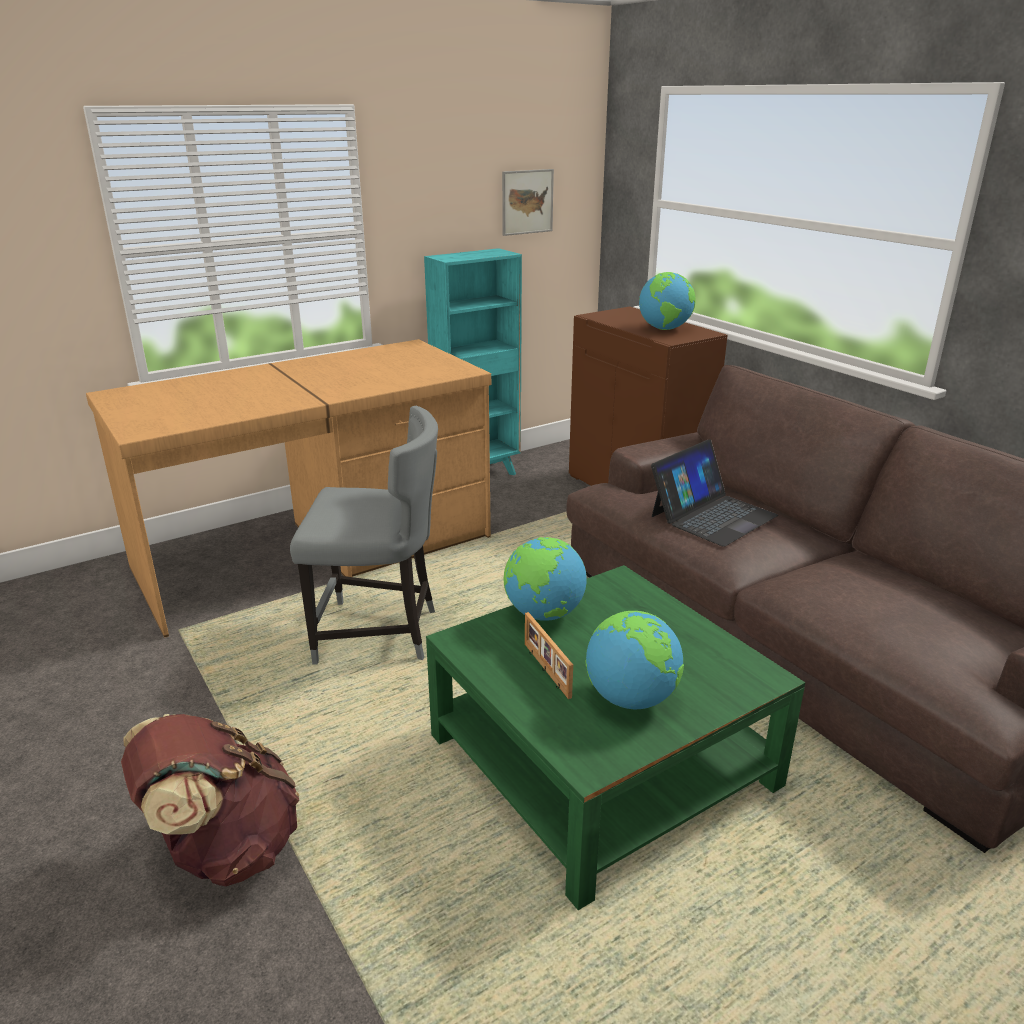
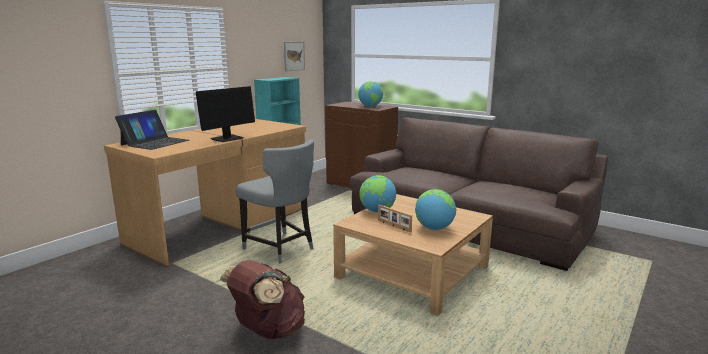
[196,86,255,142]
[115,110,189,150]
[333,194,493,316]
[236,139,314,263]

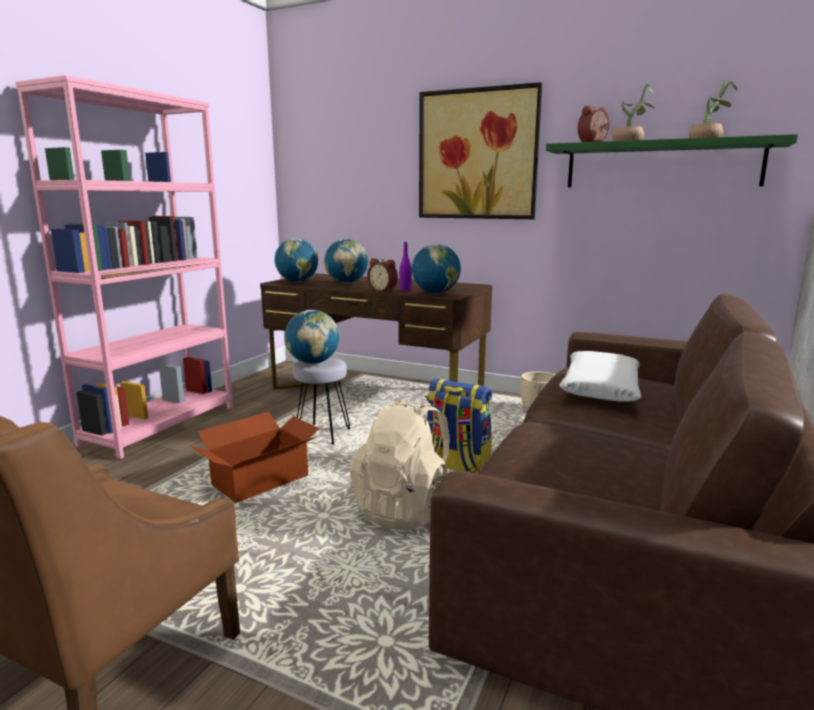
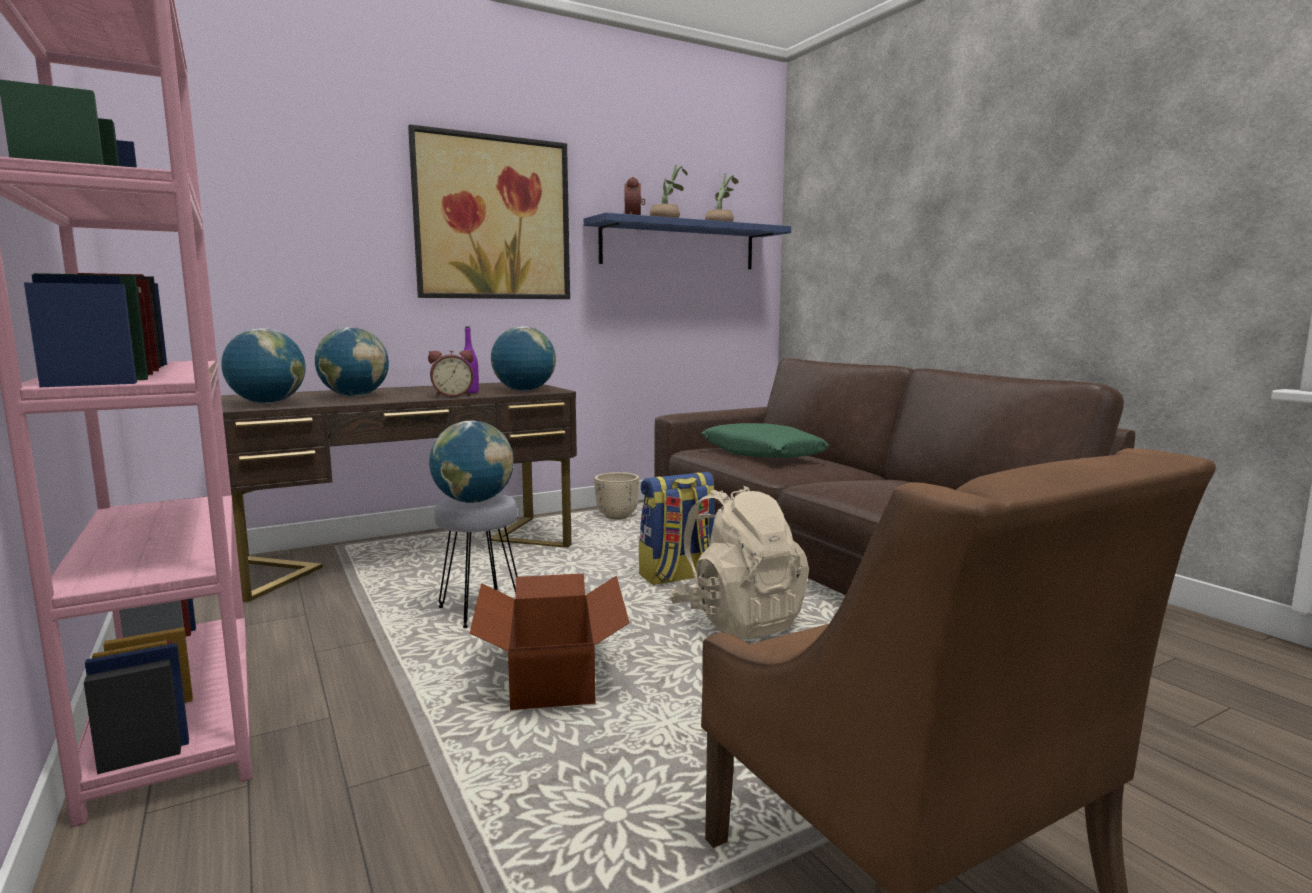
[584,212,791,269]
[701,423,830,458]

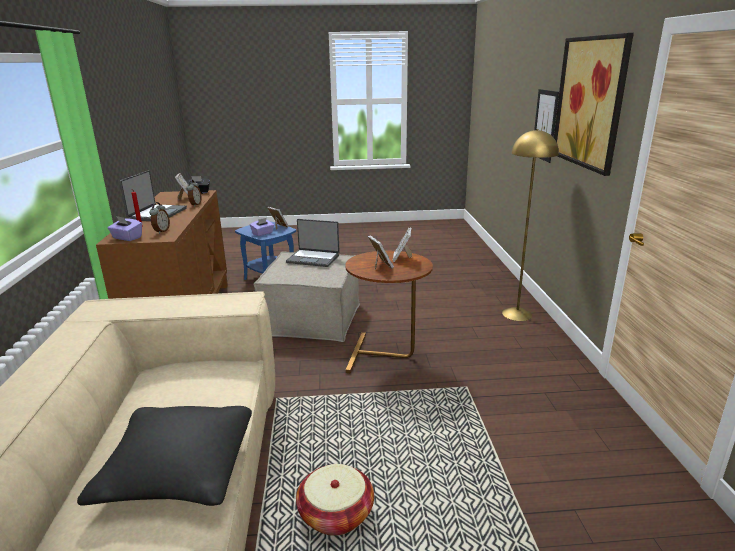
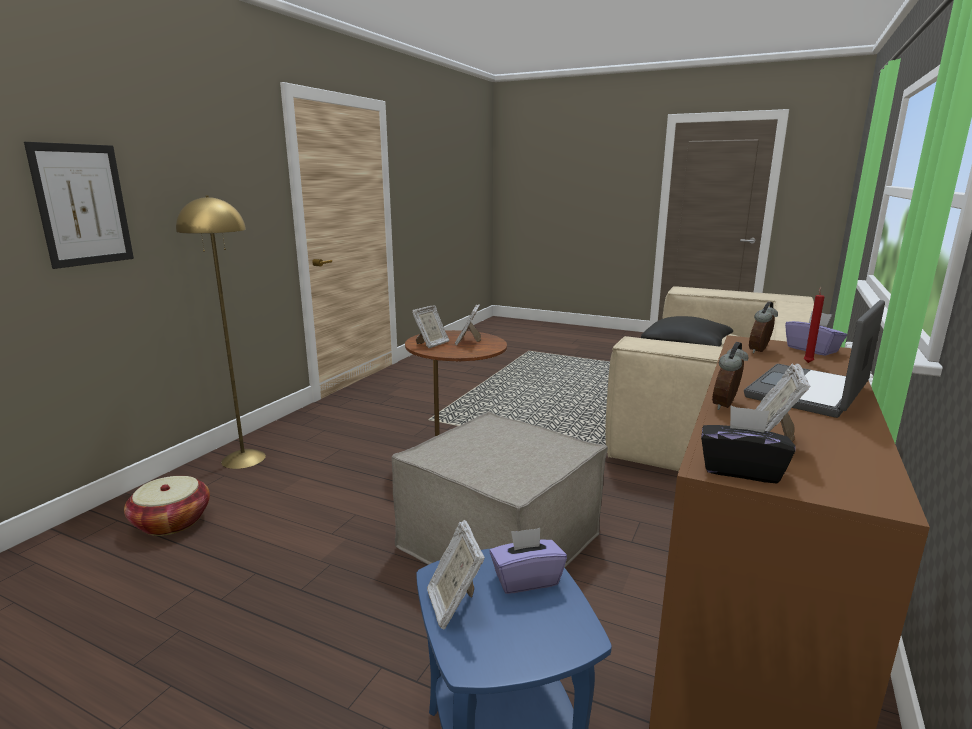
[286,219,340,267] (first image)
[554,33,634,176] (first image)
[124,476,210,536]

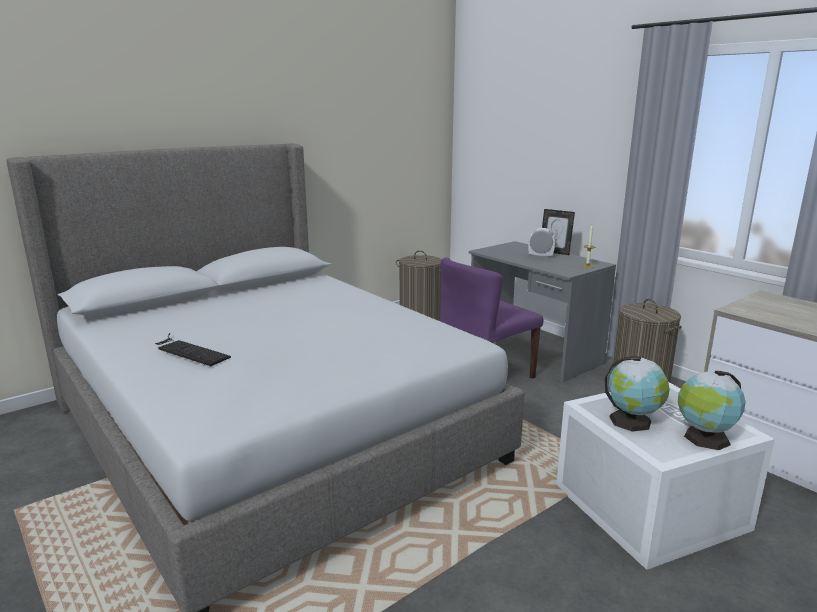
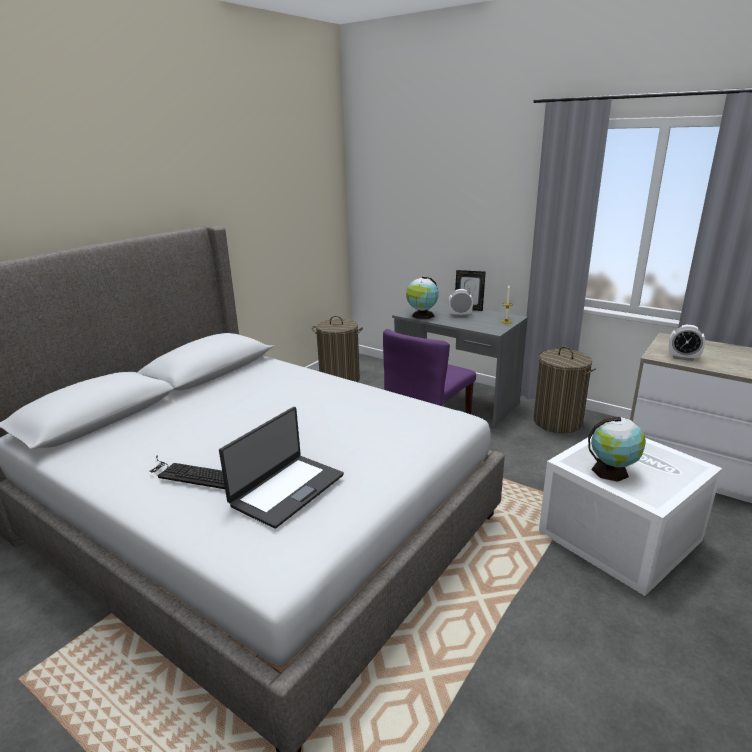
[219,407,344,529]
[669,325,705,361]
[406,277,438,319]

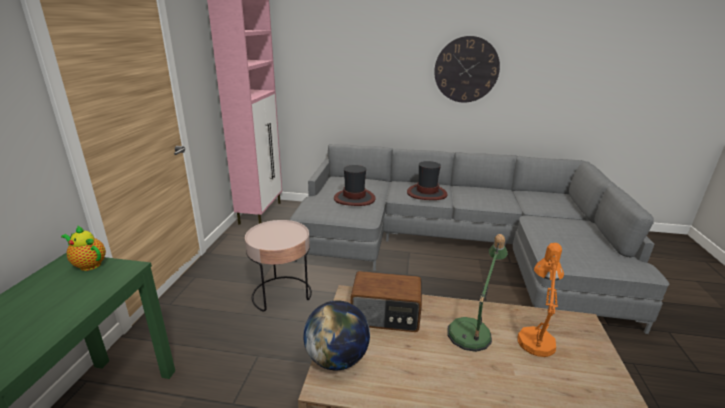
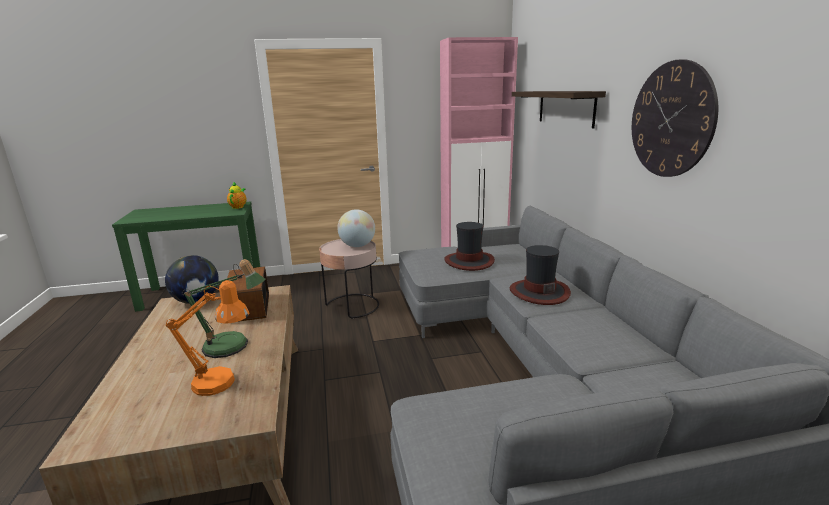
[337,209,375,247]
[512,91,606,129]

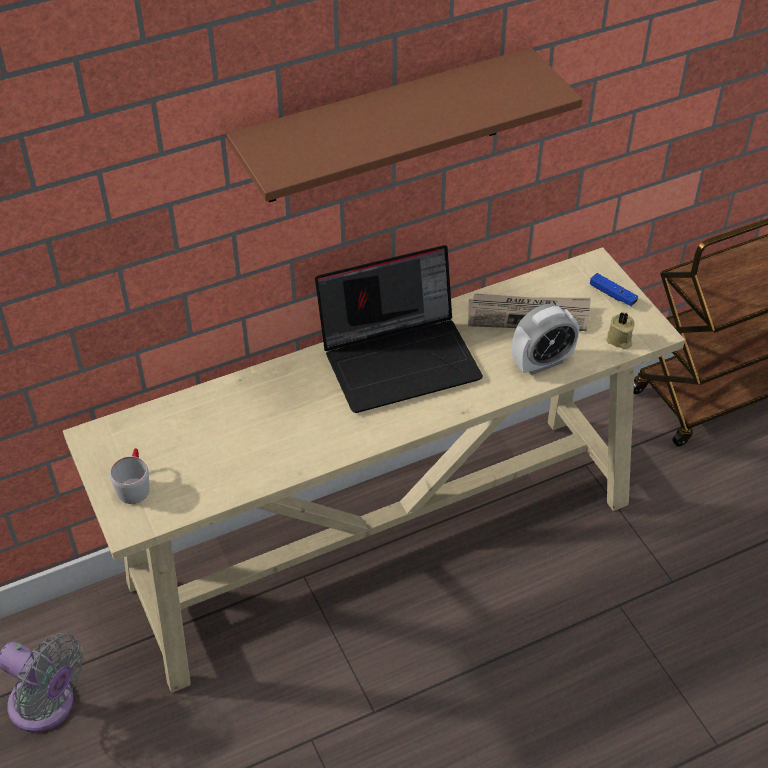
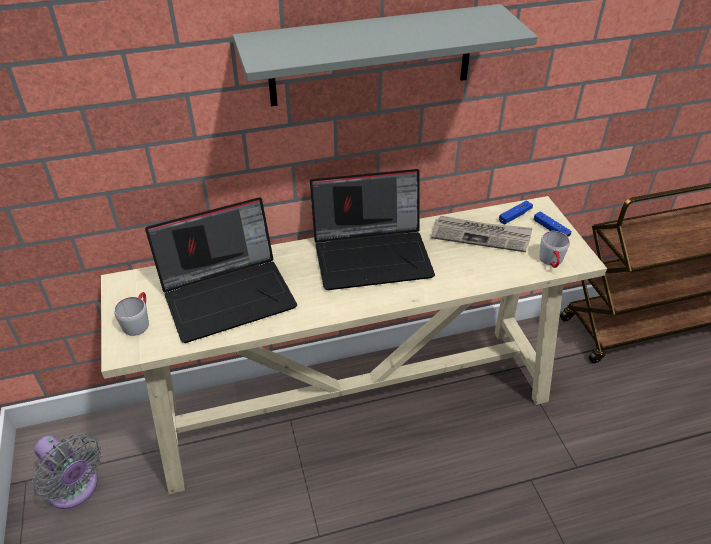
[512,304,579,375] (first image)
[145,197,297,343]
[499,200,533,224]
[539,231,570,268]
[233,4,538,106]

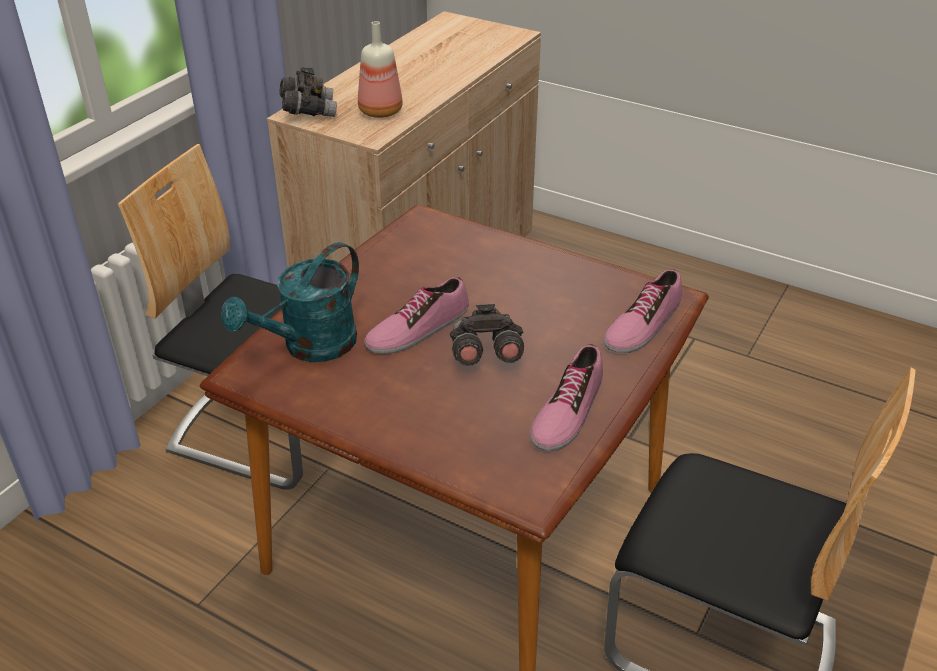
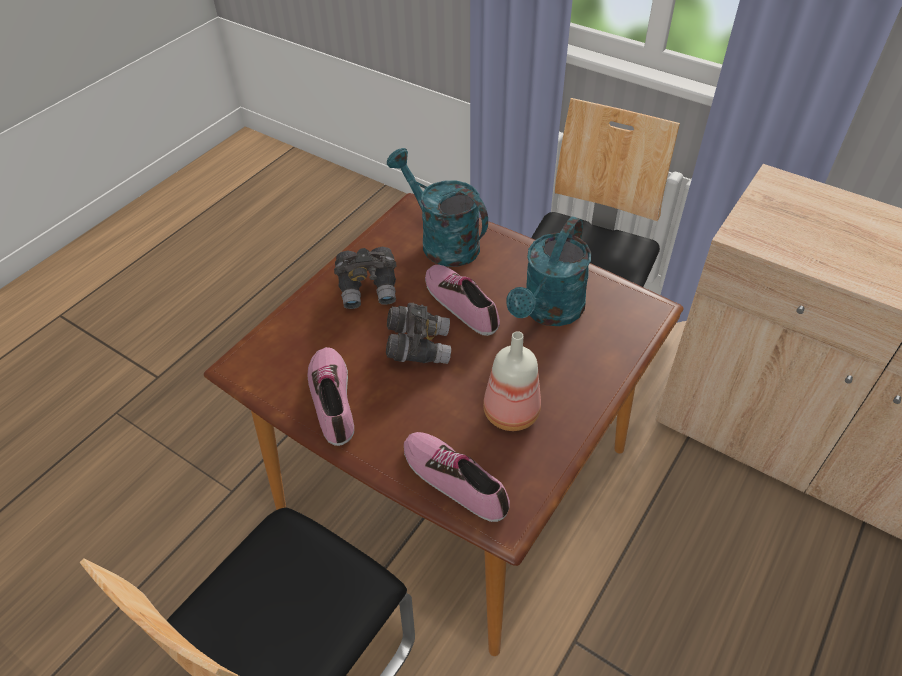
[506,216,591,326]
[334,247,397,309]
[483,331,541,431]
[307,347,354,446]

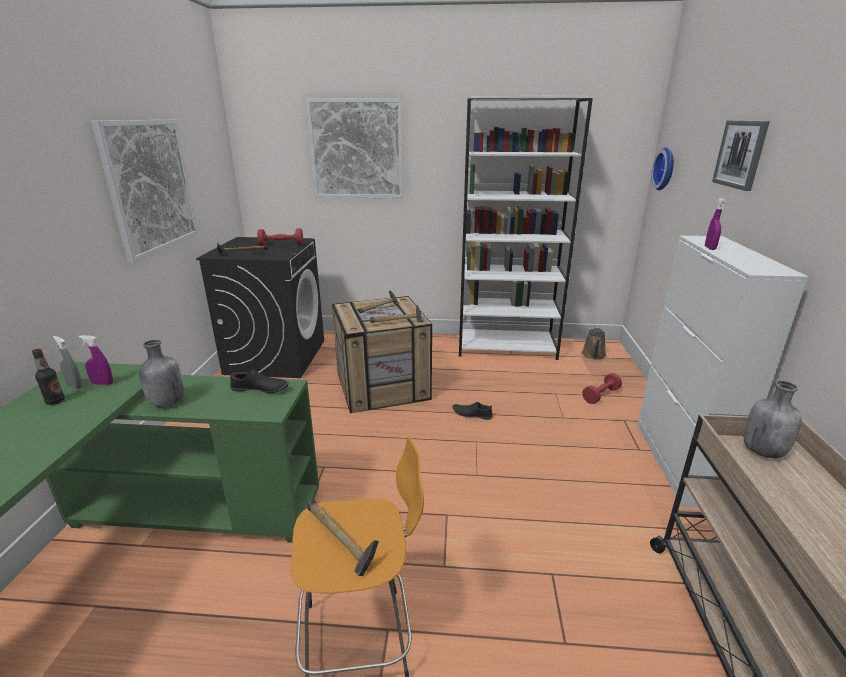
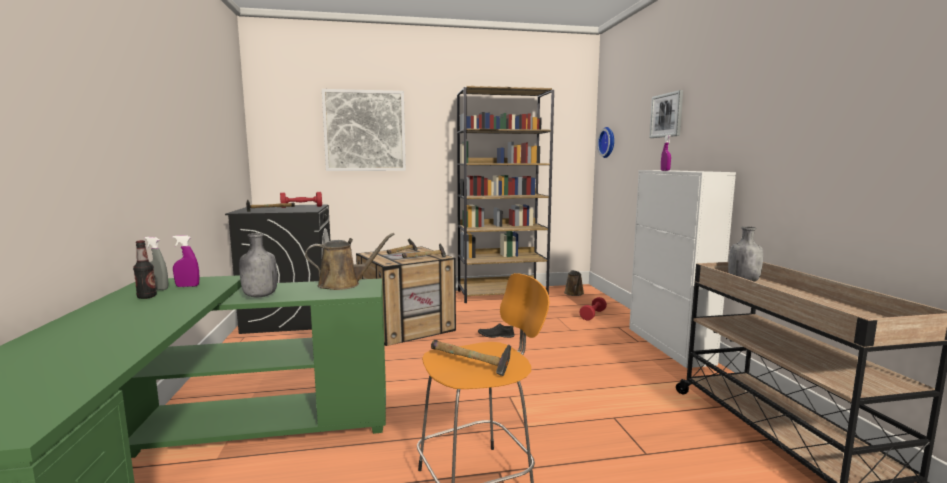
[91,120,198,262] (first image)
[305,233,395,290]
[457,86,554,303]

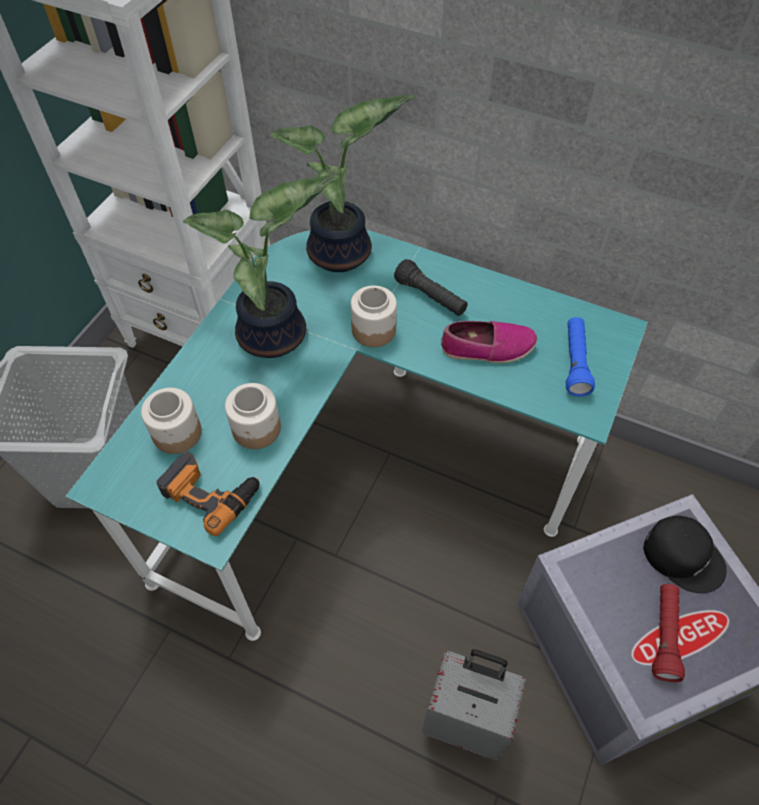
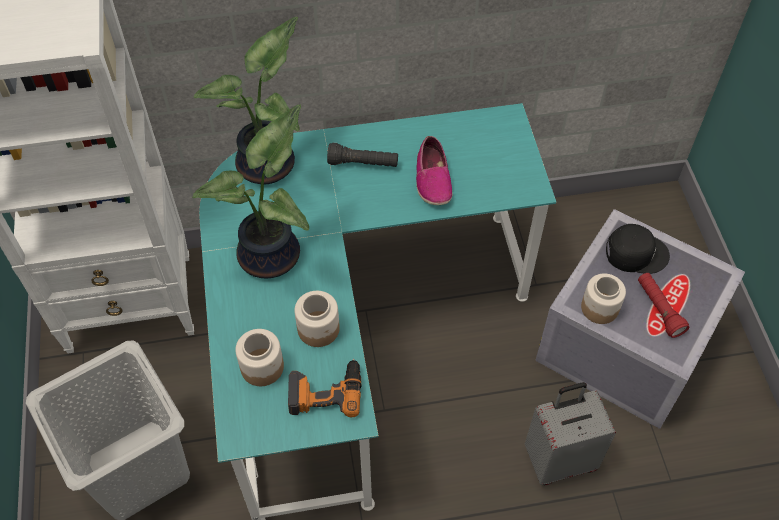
[566,317,595,397] (first image)
[581,273,626,324]
[416,136,452,205]

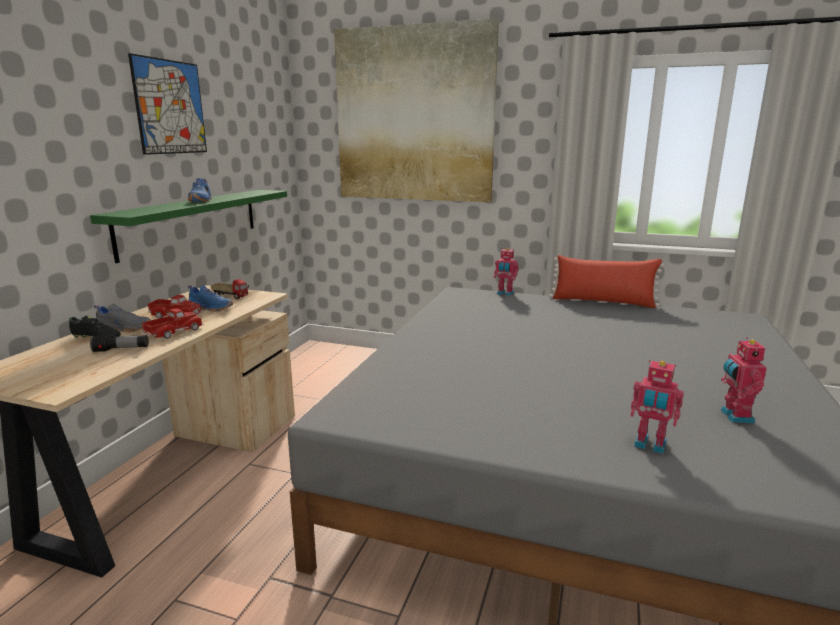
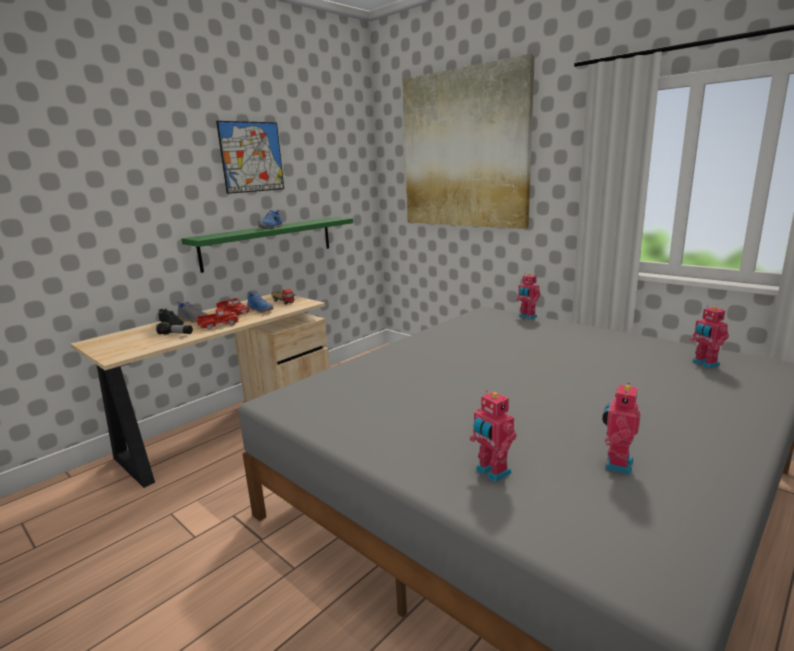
[549,255,665,308] (first image)
[690,305,729,368]

